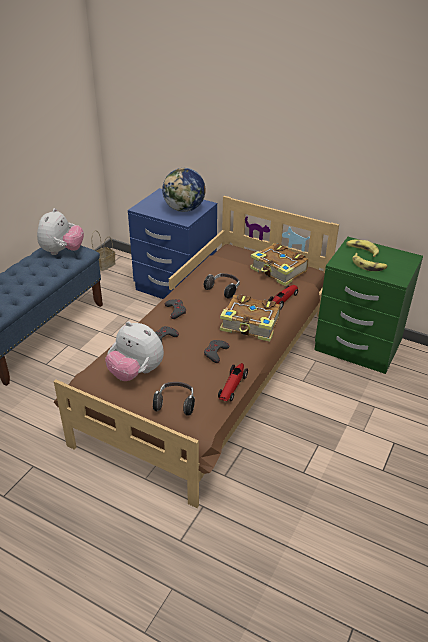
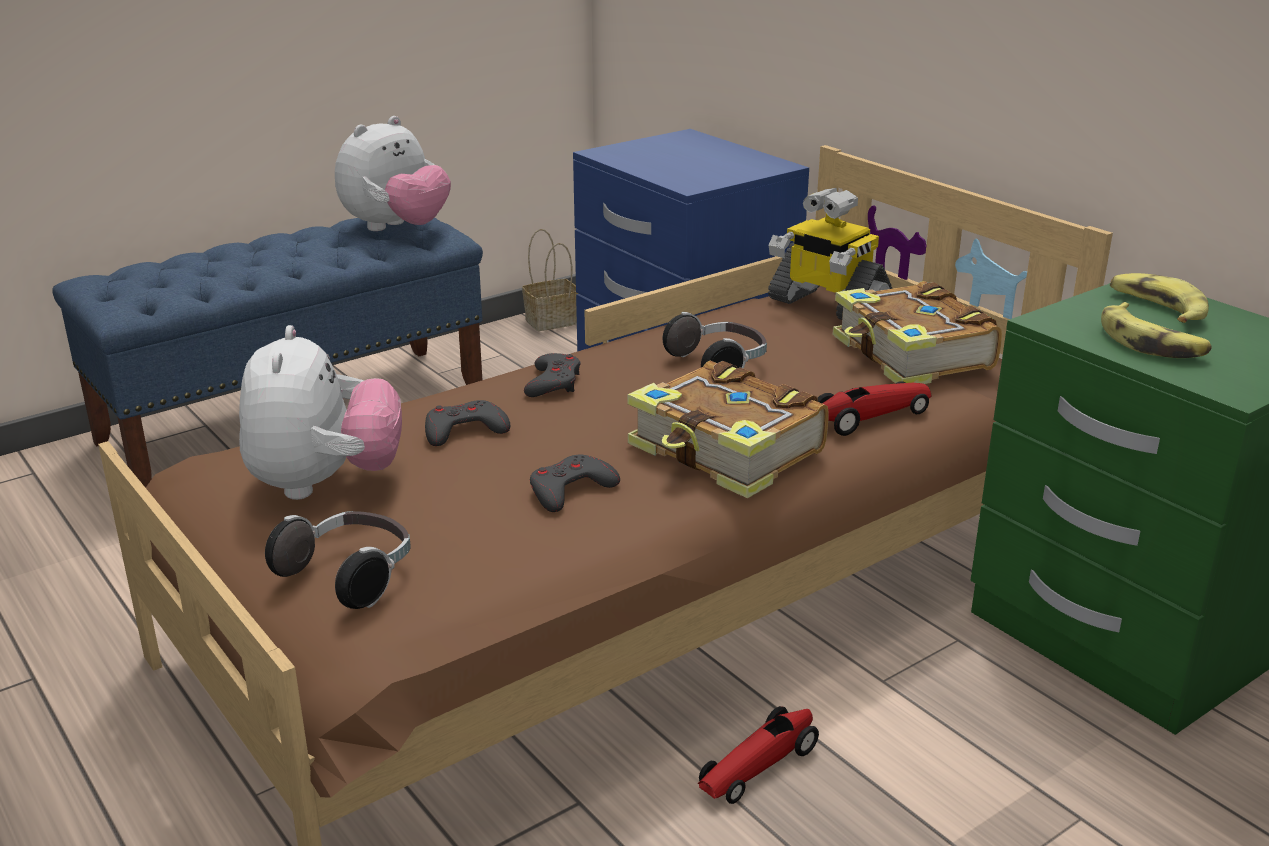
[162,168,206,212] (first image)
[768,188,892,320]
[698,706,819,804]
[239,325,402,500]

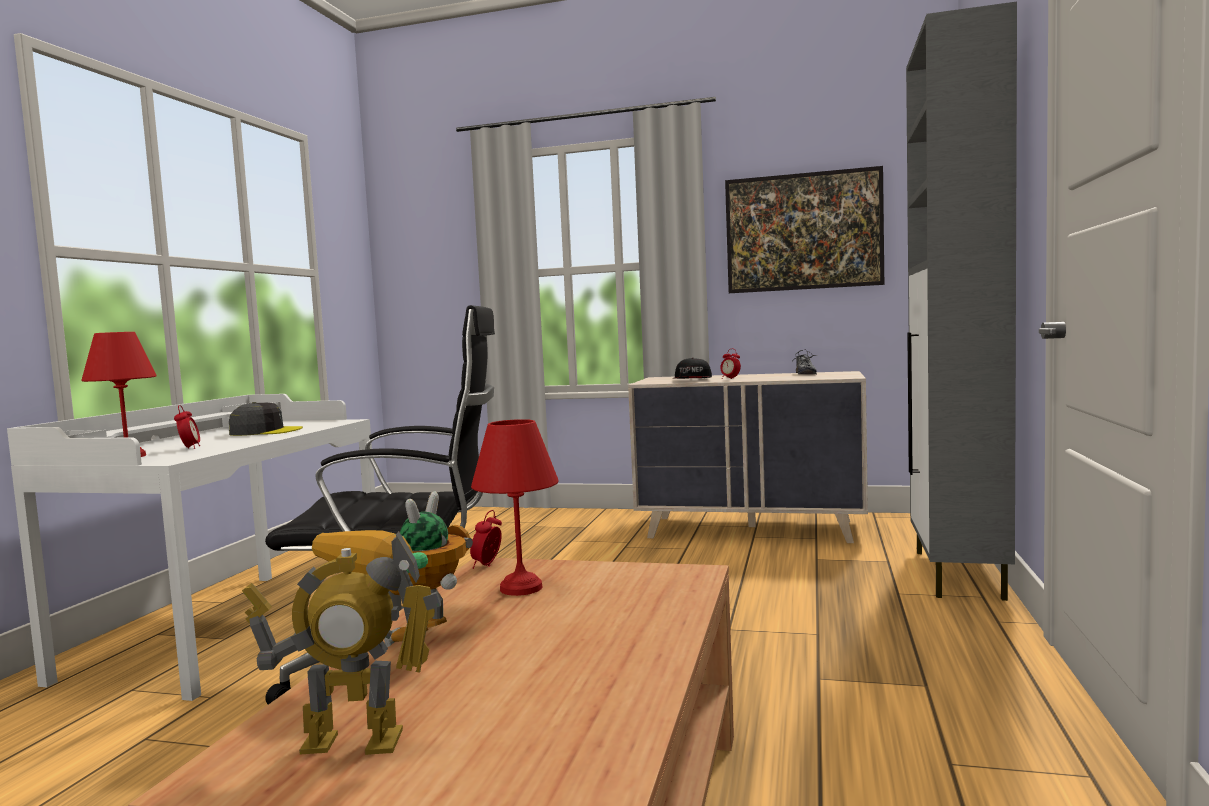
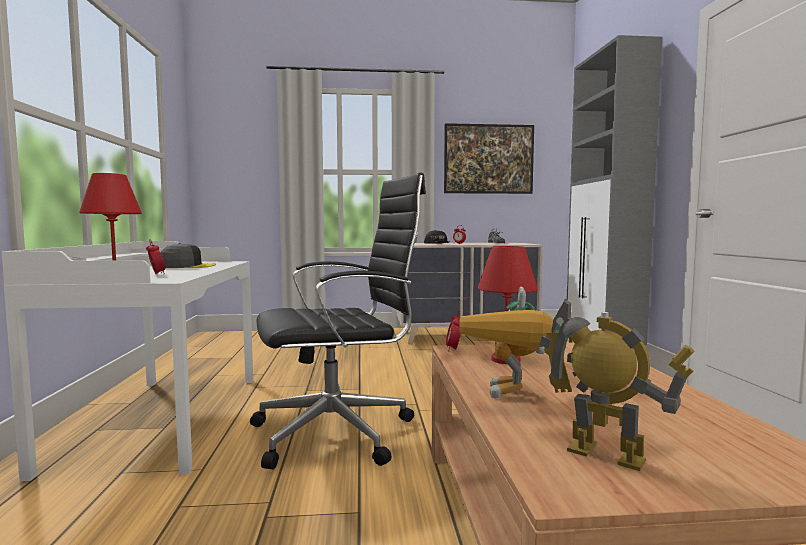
[540,298,694,471]

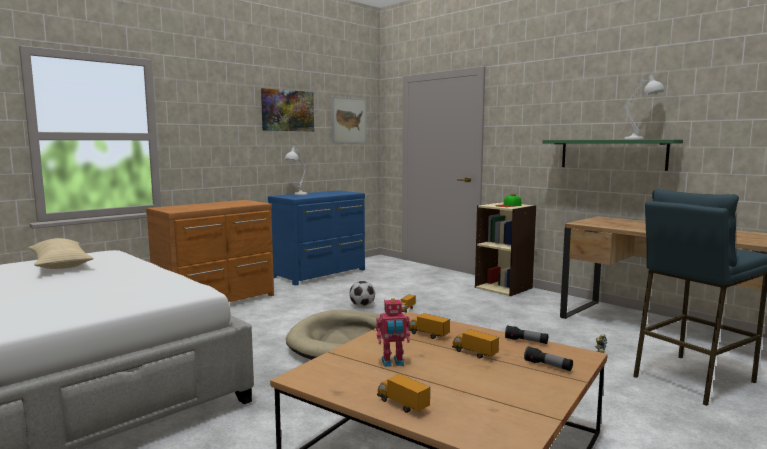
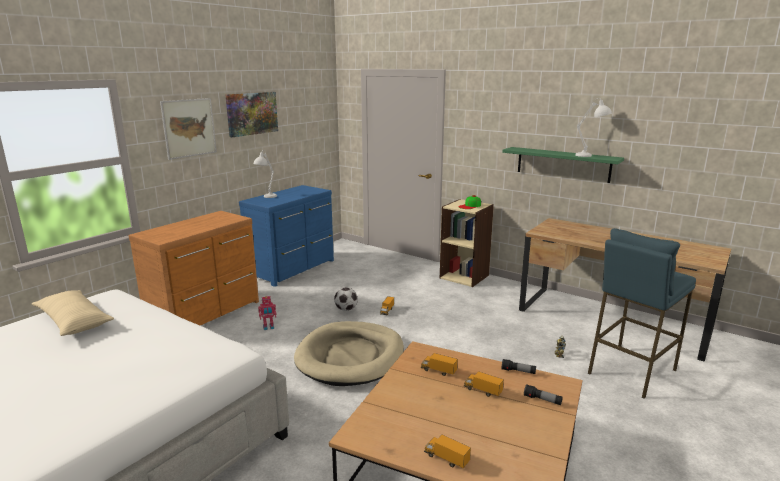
[160,98,217,160]
[258,296,276,330]

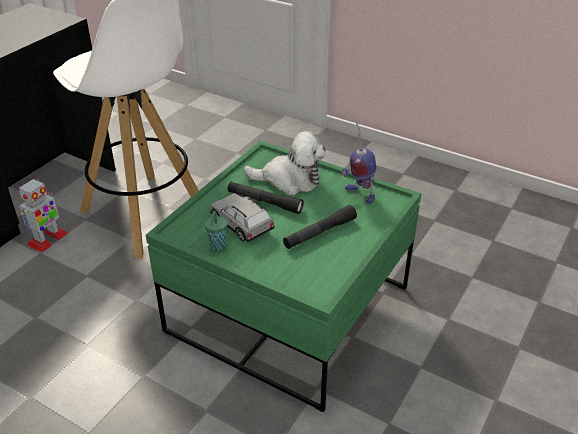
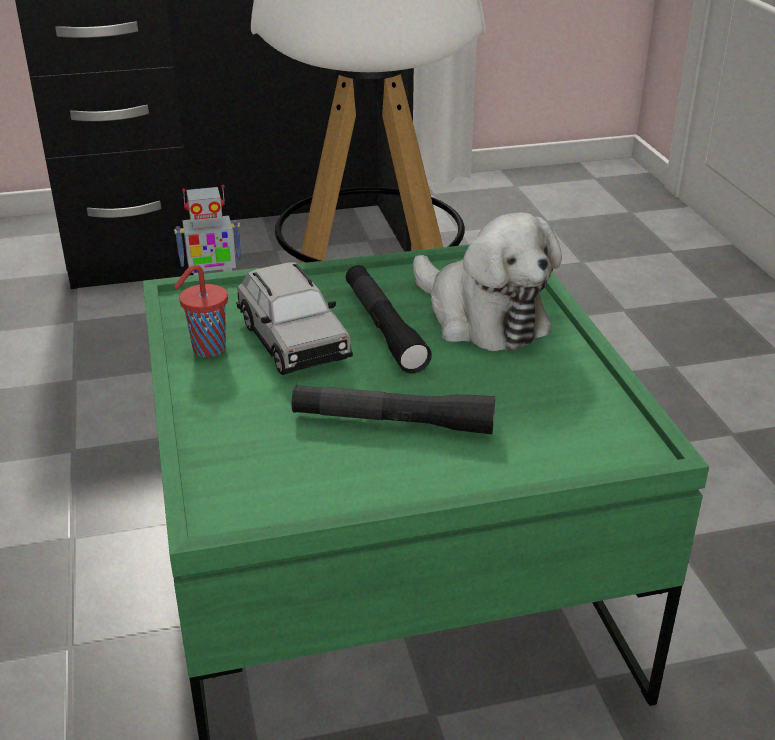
[342,121,376,204] (first image)
[174,265,228,357]
[236,263,353,375]

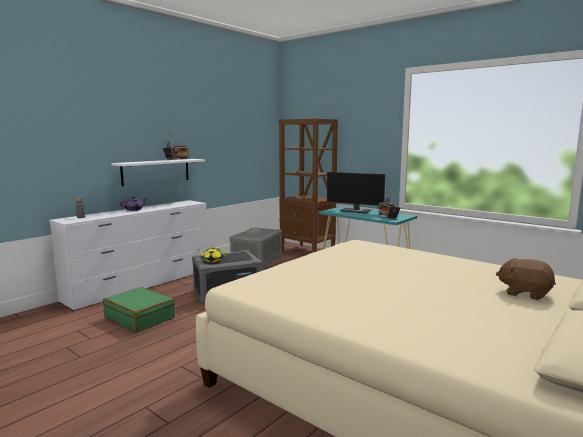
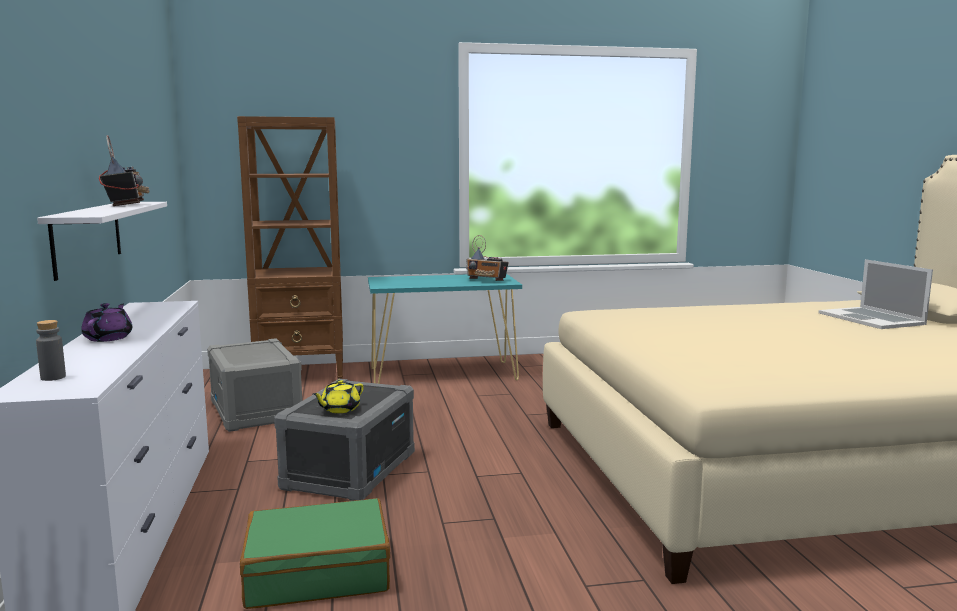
[327,172,385,213] (first image)
[819,259,933,329]

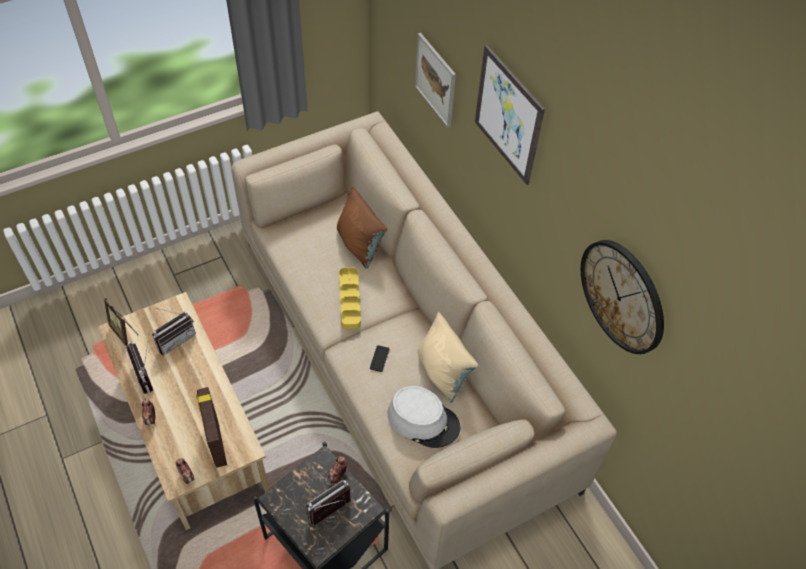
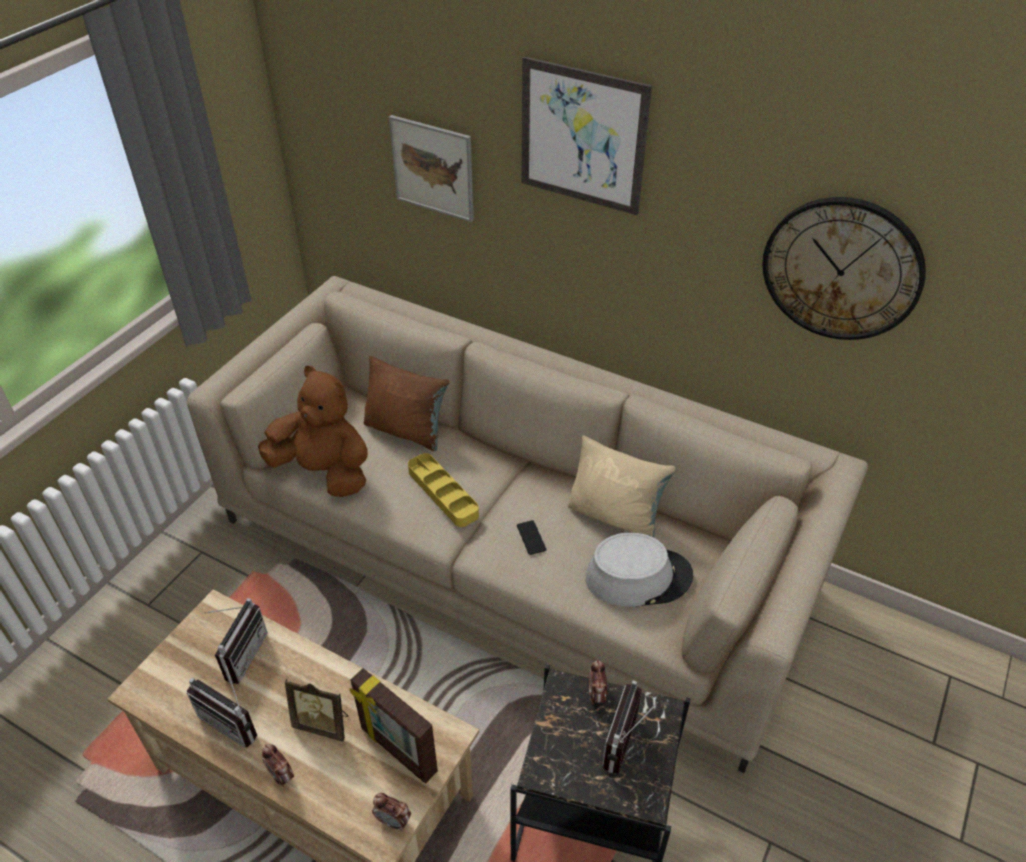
[258,366,368,497]
[285,679,348,742]

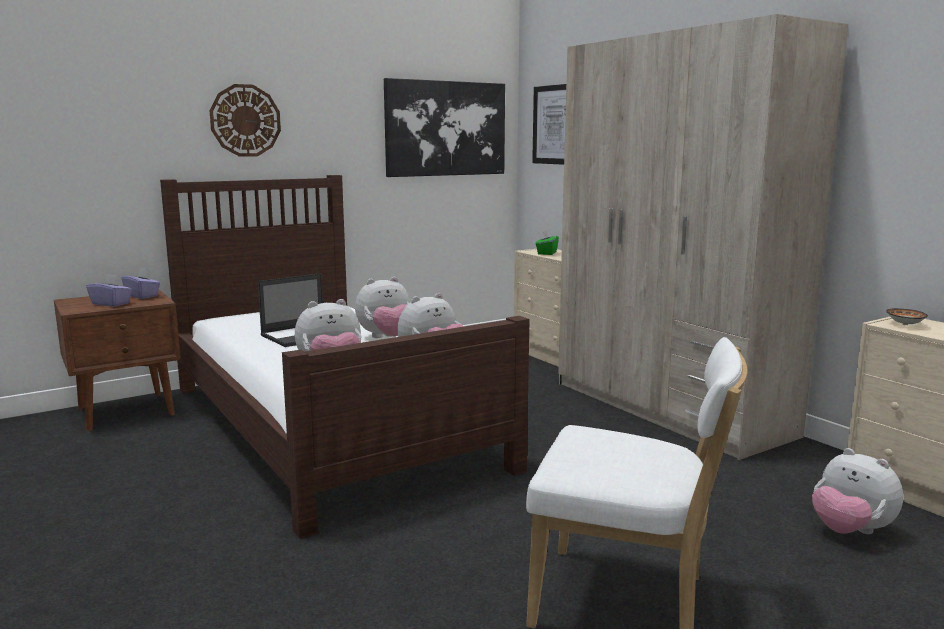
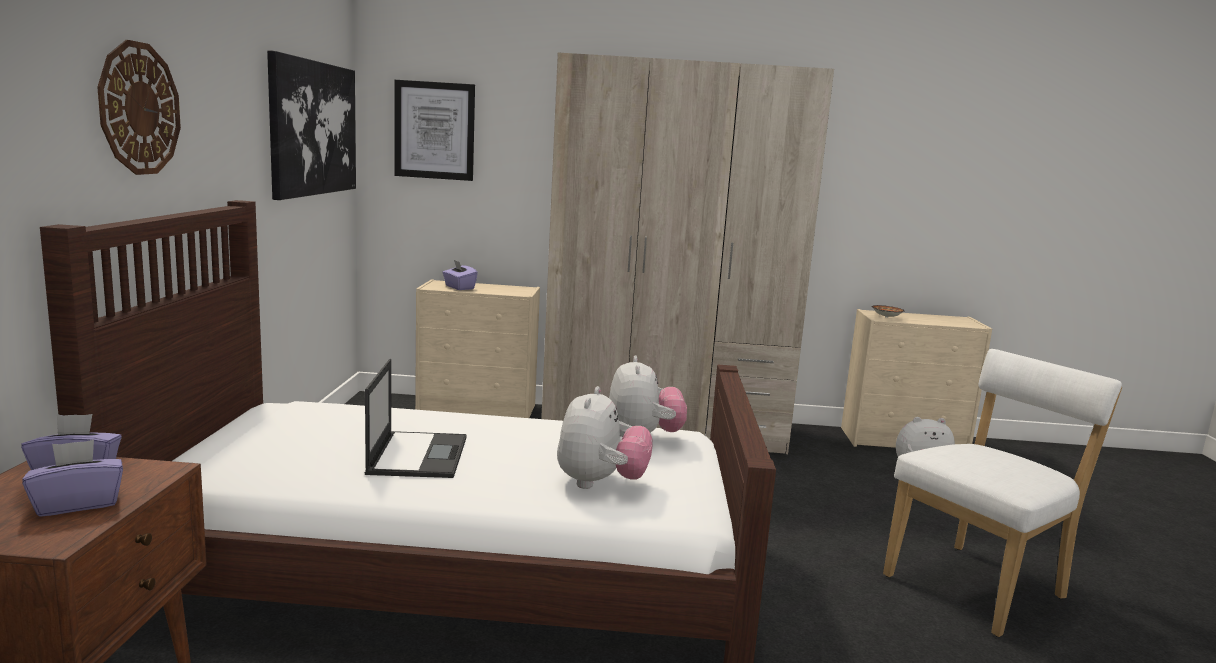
[355,277,410,338] (first image)
[442,260,478,290]

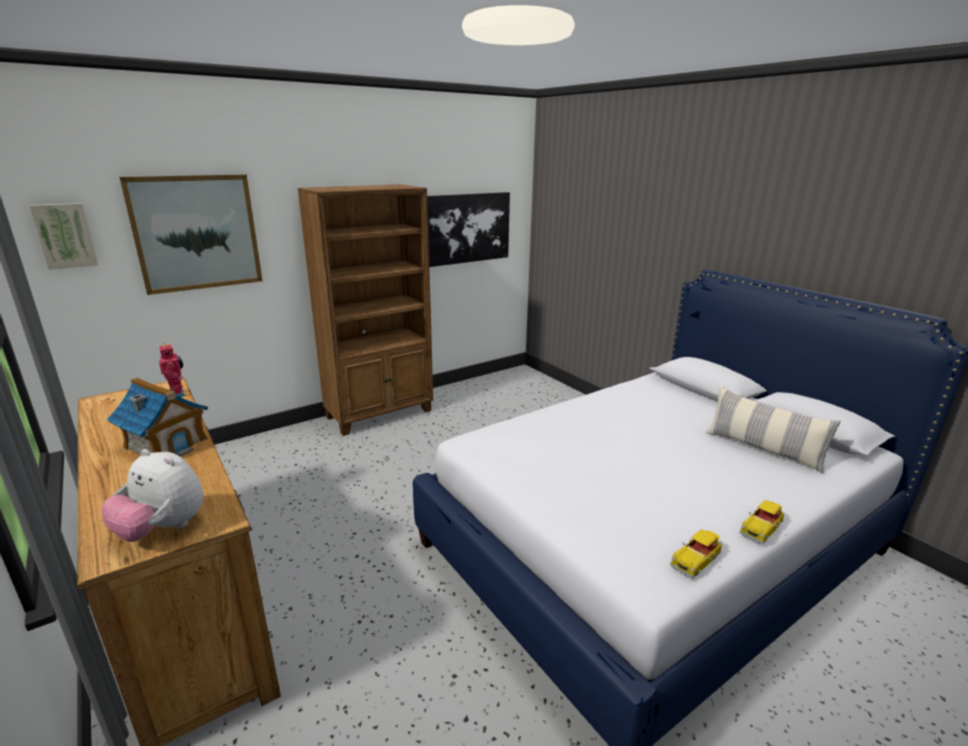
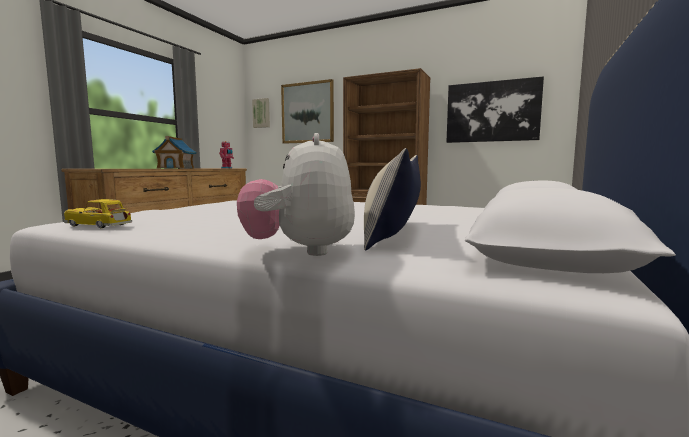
[740,500,784,544] (first image)
[237,133,355,256]

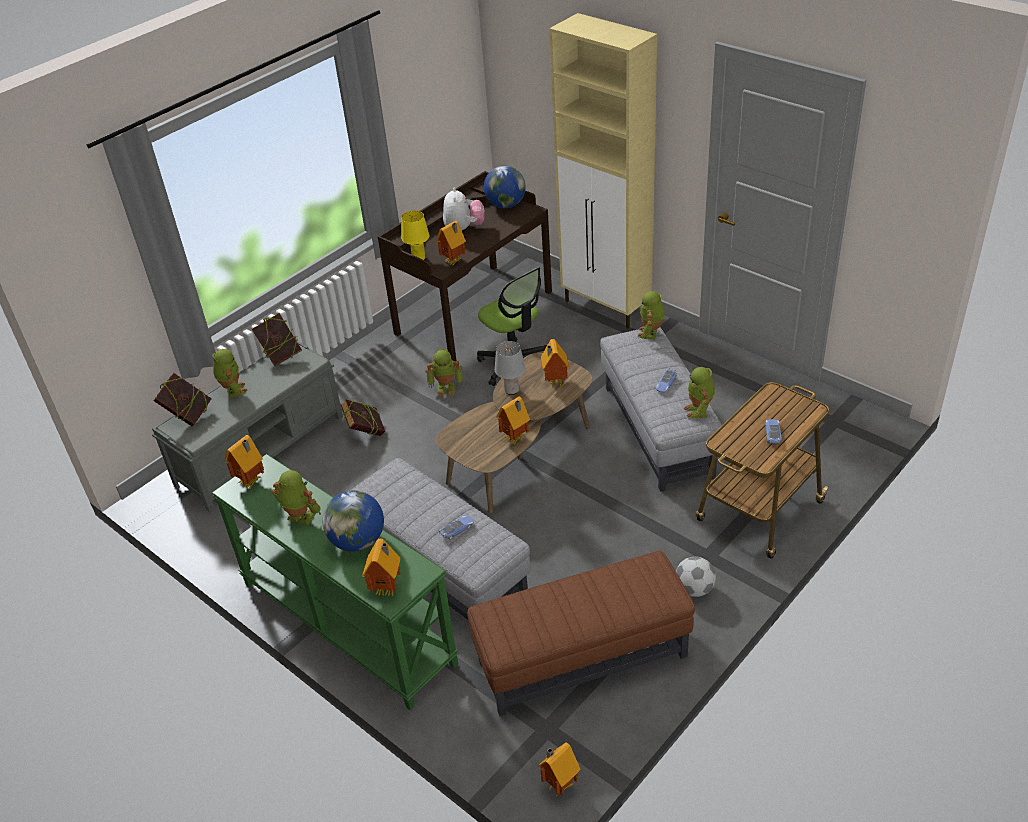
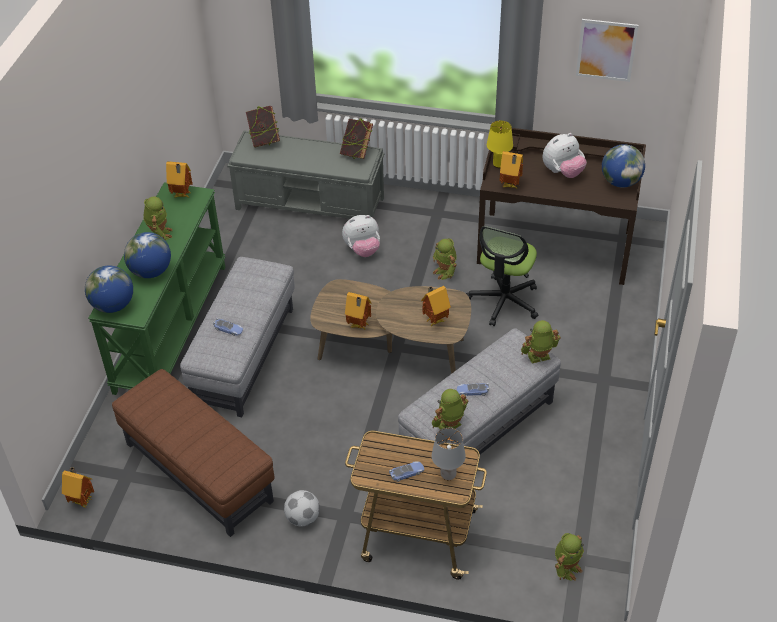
[549,13,657,329] (first image)
[576,19,638,82]
[555,533,584,581]
[431,428,466,480]
[342,215,380,257]
[85,265,133,313]

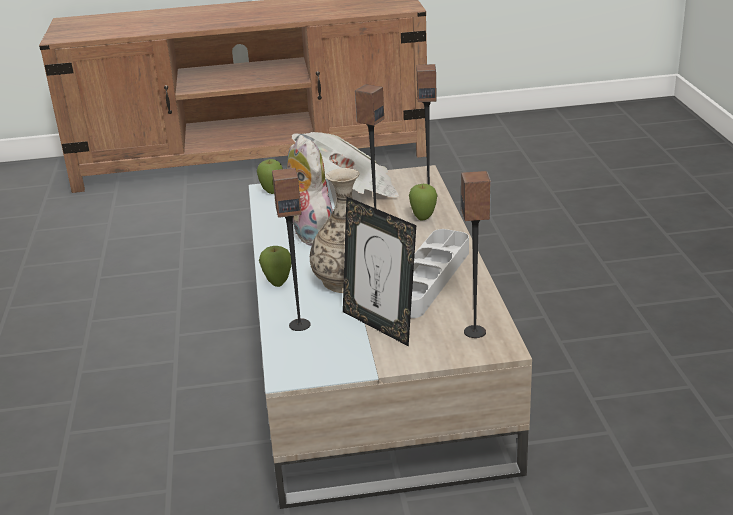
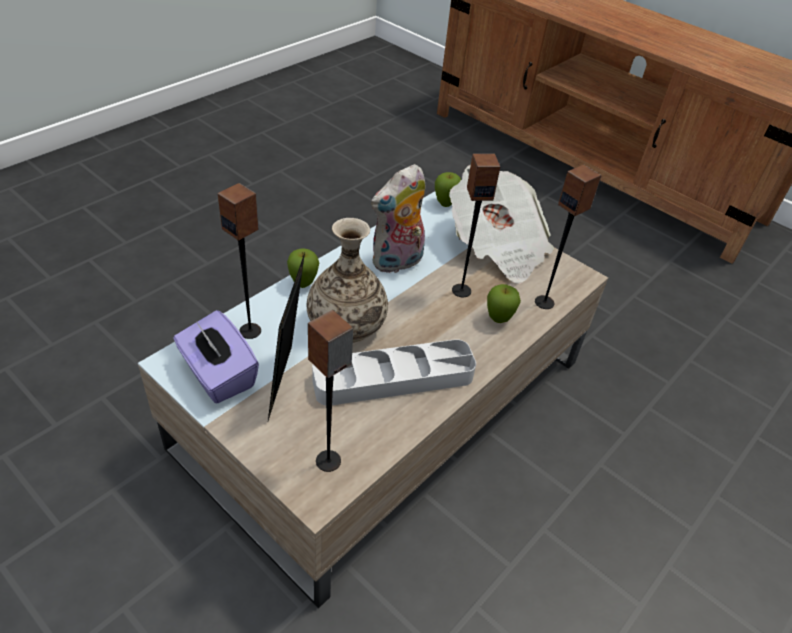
[174,310,259,404]
[371,164,426,274]

